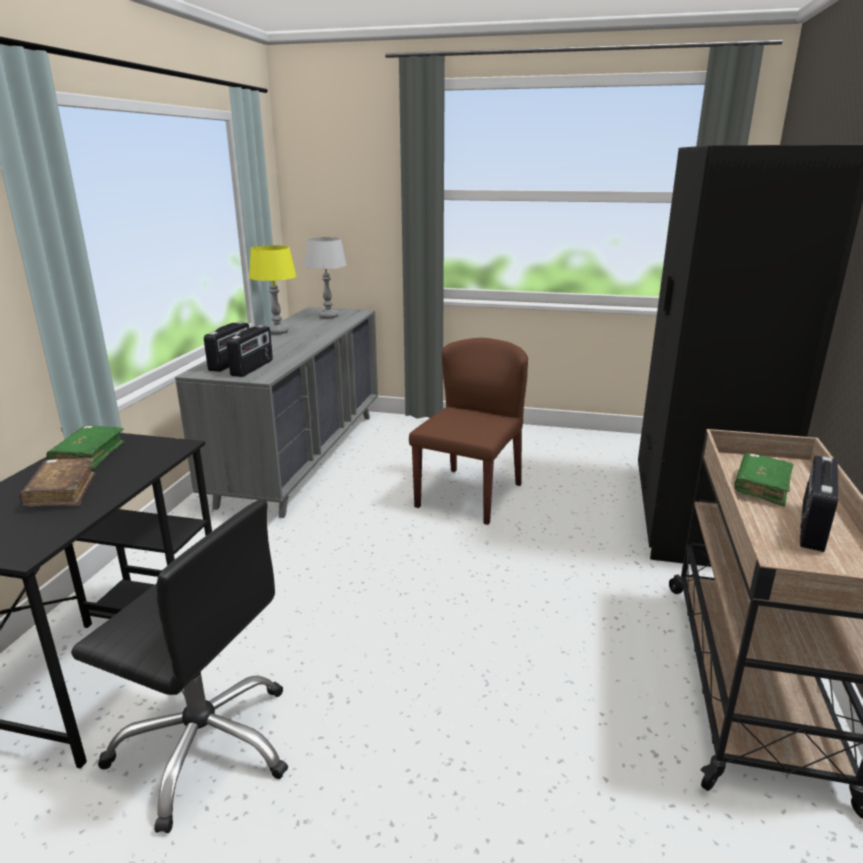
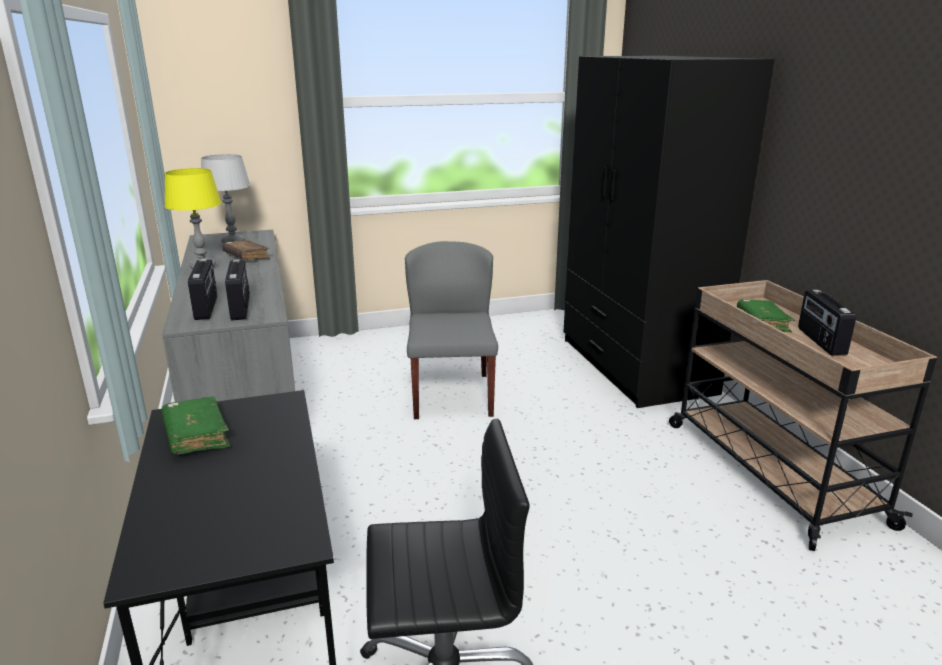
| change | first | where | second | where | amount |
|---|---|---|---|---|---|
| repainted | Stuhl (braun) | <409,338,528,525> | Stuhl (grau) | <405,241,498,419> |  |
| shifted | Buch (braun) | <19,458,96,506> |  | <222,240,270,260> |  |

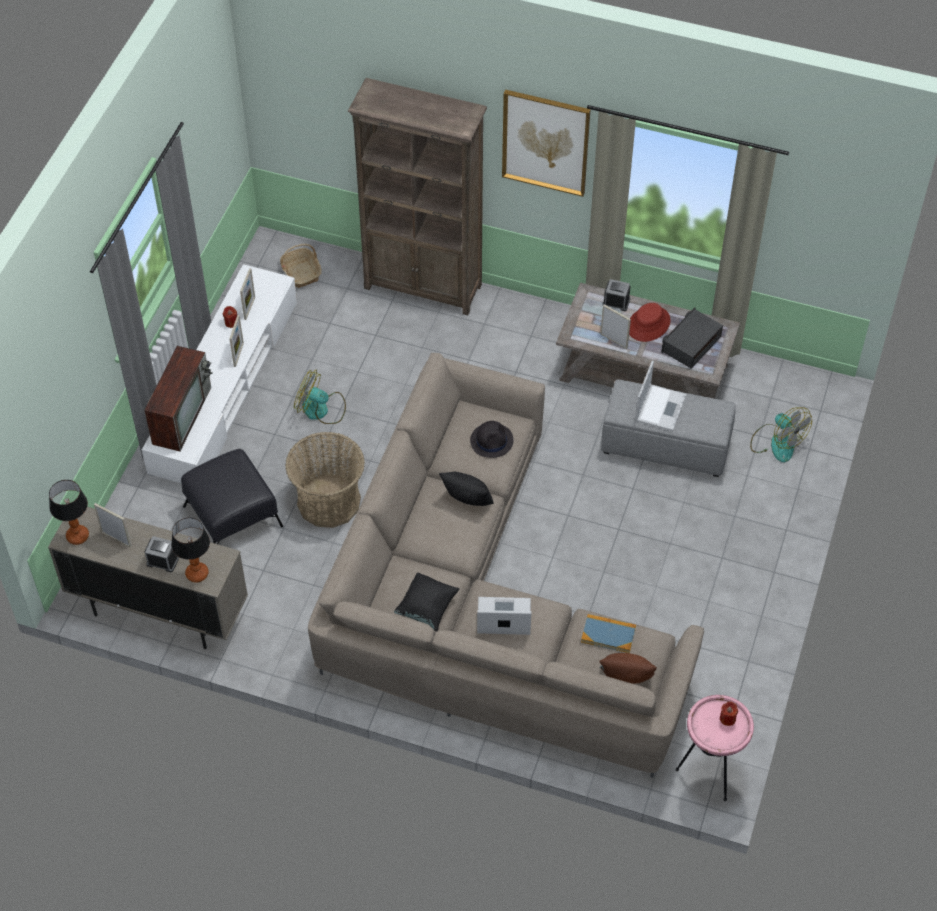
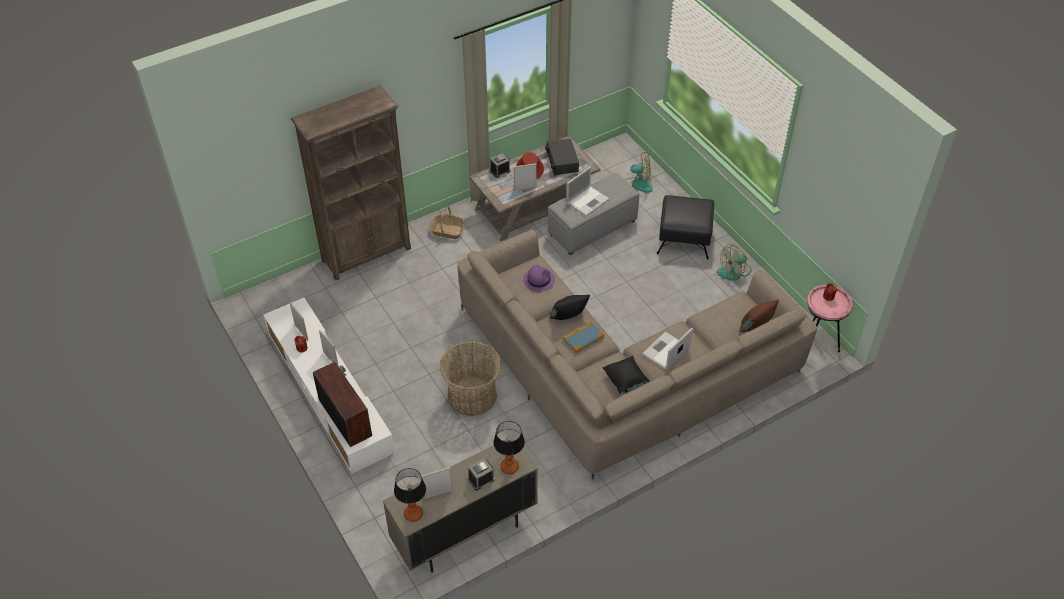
| change | first | where | second | where | amount |
|---|---|---|---|---|---|
| gone | Bild | <502,90,591,197> |  |  |  |
| shifted | Korb | <280,244,321,288> |  | <429,206,465,239> |  |
| rotated | Laptop | <635,361,686,431> |  | <566,167,609,216> | 75 degrees clockwise |
| shifted | Ventilator | <294,370,346,424> |  | <717,244,751,280> |  |
| repainted | Hut (schwarz) | <470,421,514,458> | Hut (lila) | <523,265,555,292> |  |
| shifted | Polsterhocker (schwarz) | <181,449,283,544> |  | <657,195,714,259> |  |
| shifted | Buch | <581,614,636,653> |  | <563,321,605,353> |  |

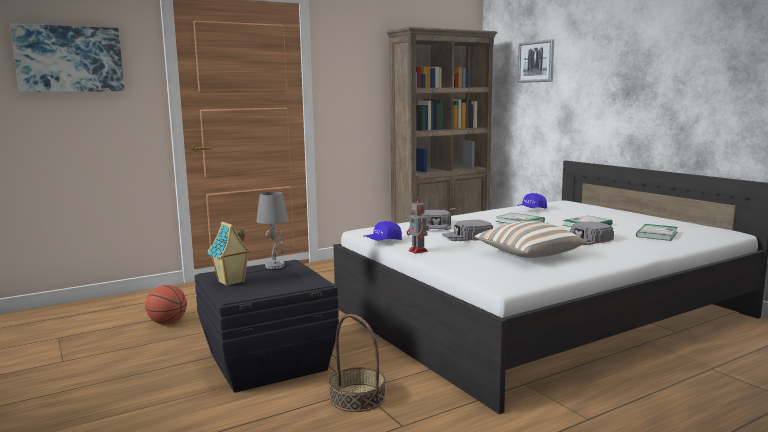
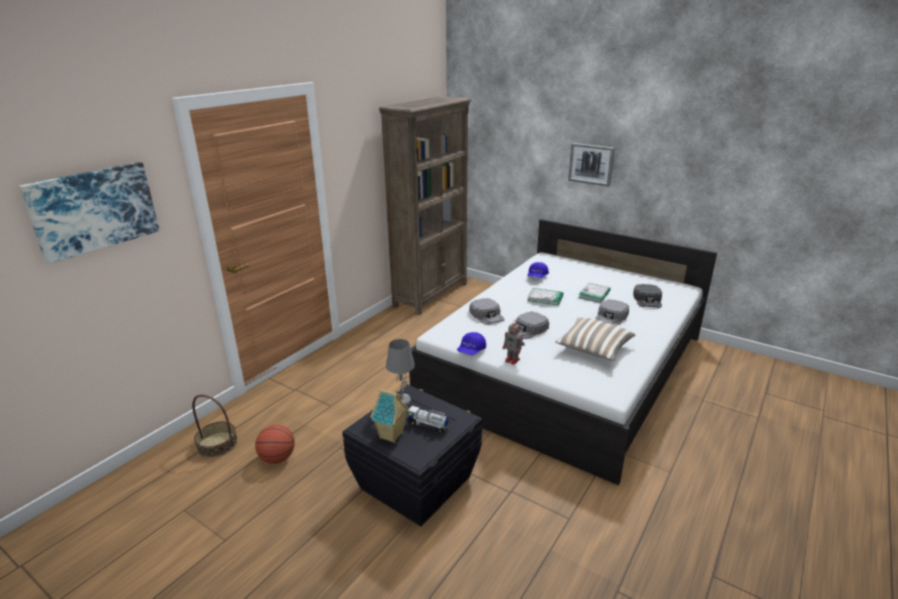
| change | first | where | second | where | amount |
|---|---|---|---|---|---|
| shifted | Bild | <518,39,554,83> |  | <568,143,615,187> |  |
| swapped | Buch | <636,224,678,241> | Kappe (schwarz) | <633,284,662,308> |  |
| shifted | Korb | <329,314,386,412> |  | <192,395,238,457> |  |
| new |  |  | Spielzeuglaster | <407,406,450,434> |  |

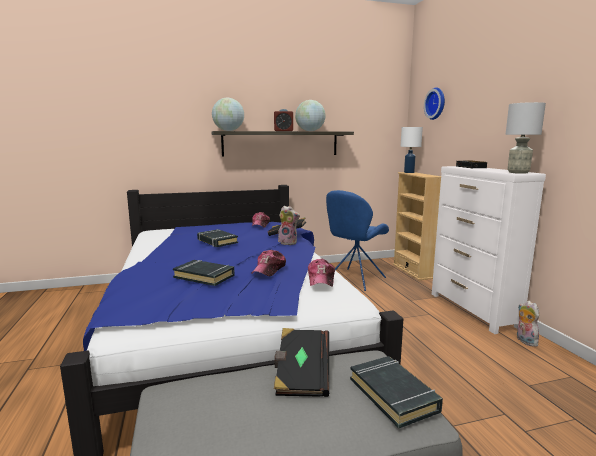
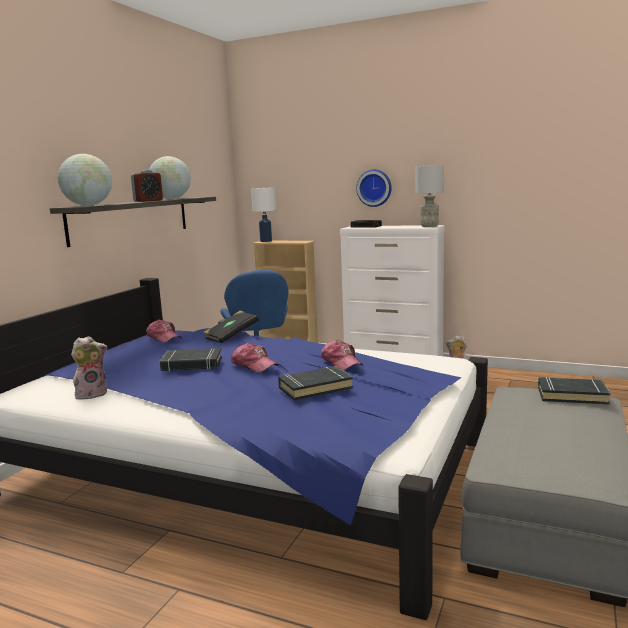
| change | first | where | second | where | amount |
|---|---|---|---|---|---|
| shifted | Wanduhr | <424,87,445,120> |  | <356,169,392,207> |  |
| shifted | Plüschtier | <278,205,300,245> |  | <71,336,108,400> |  |
| shifted | Kappe | <308,258,335,287> |  | <231,343,279,372> |  |
| gone | Buch (schwarz) | <274,328,329,397> |  |  |  |

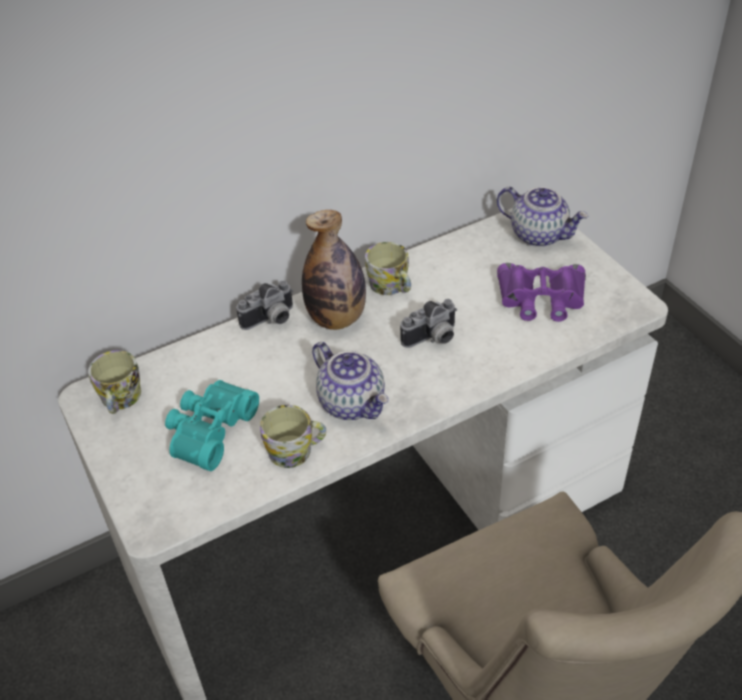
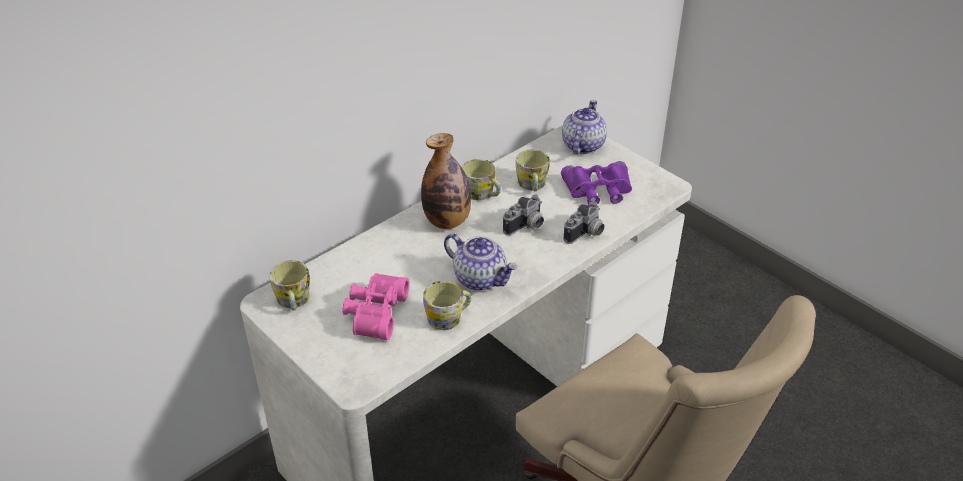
| change | first | where | second | where | amount |
|---|---|---|---|---|---|
| rotated | Teekanne | <497,187,589,247> |  | <562,100,607,154> | 90 degrees counterclockwise |
| shifted | Kamera | <236,281,294,330> |  | <563,201,605,244> |  |
| repainted | Fernglas (türkis) | <165,380,259,471> | Fernglas (rosa) | <342,273,409,340> |  |
| new |  |  | Henkelbecher | <515,150,550,191> |  |

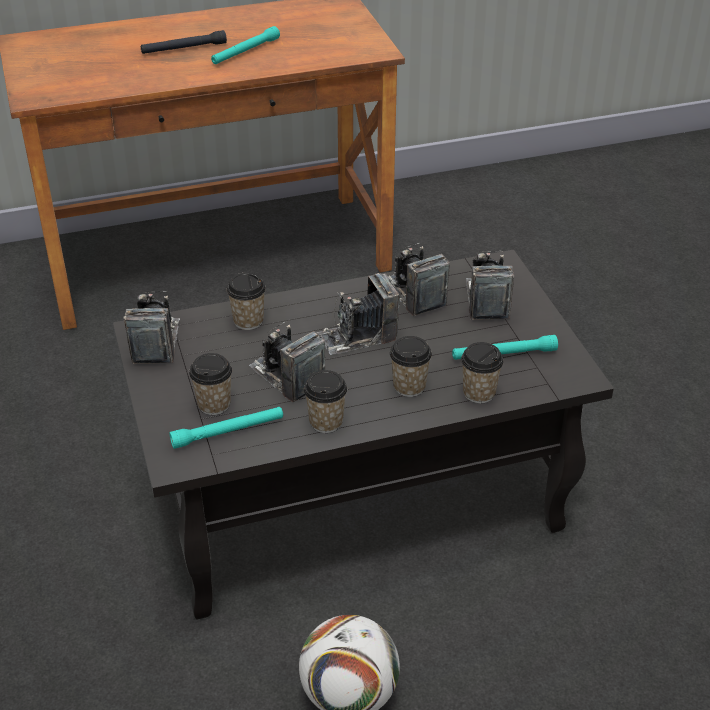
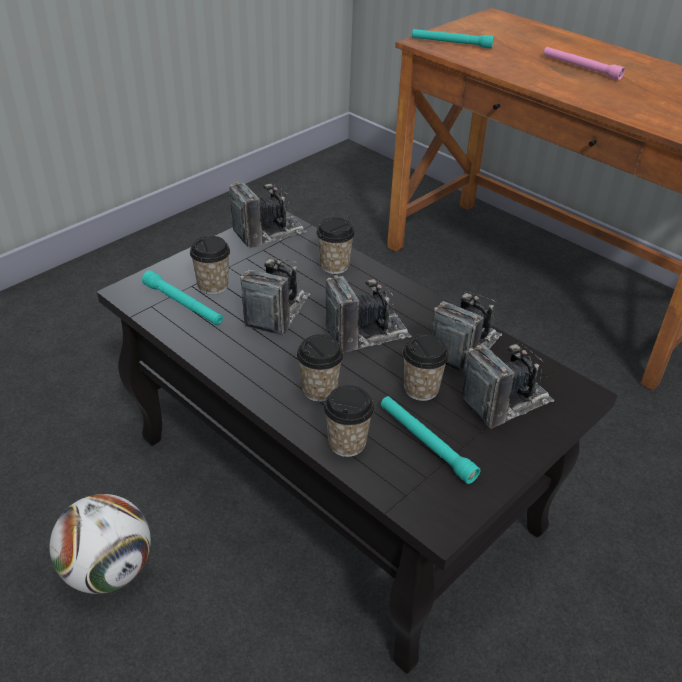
| change | first | where | second | where | amount |
|---|---|---|---|---|---|
| shifted | Taschenlampe (türkis) | <211,26,280,64> |  | <412,29,494,49> |  |
| repainted | Taschenlampe (schwarz) | <141,30,227,54> | Taschenlampe (rosa) | <543,47,625,80> |  |
| rotated | Kamera | <317,273,400,355> |  | <325,275,412,353> | 120 degrees clockwise |
| shifted | Tasse | <304,370,347,433> |  | <403,334,449,401> |  |

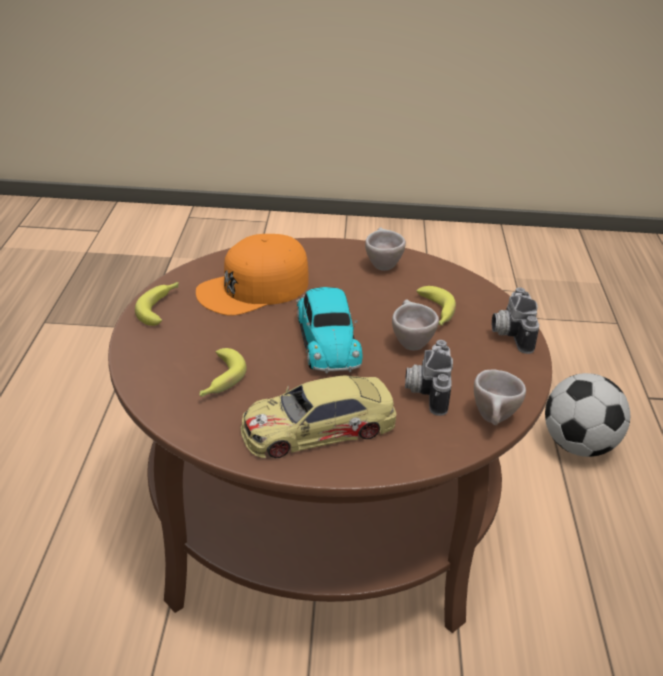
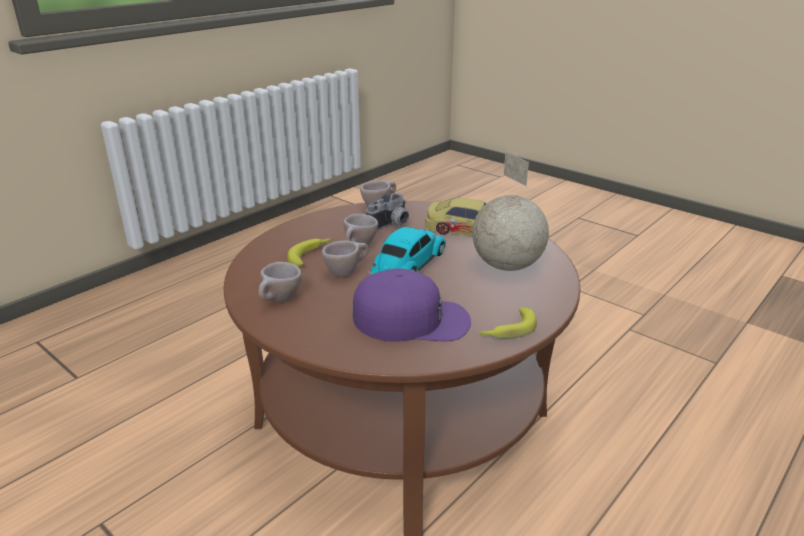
| change | first | where | second | where | amount |
|---|---|---|---|---|---|
| repainted | Kappe (orange) | <196,234,309,316> | Kappe (lila) | <352,268,471,342> |  |
| gone | Kamera | <492,287,539,354> |  |  |  |
| swapped | Banane | <199,348,247,397> | Globus | <472,152,549,271> |  |
| gone | Fußball | <545,373,630,457> |  |  |  |
| new |  |  | Tasse (beige) | <322,240,369,277> |  |

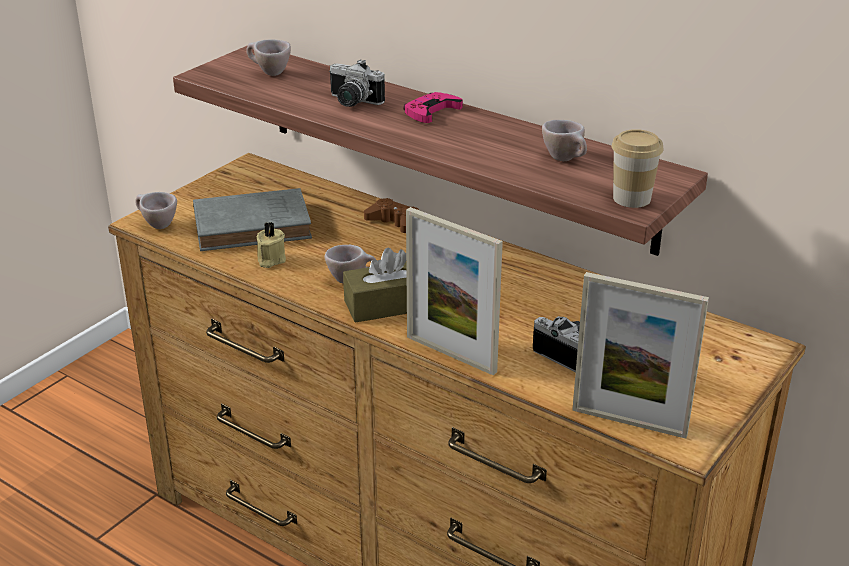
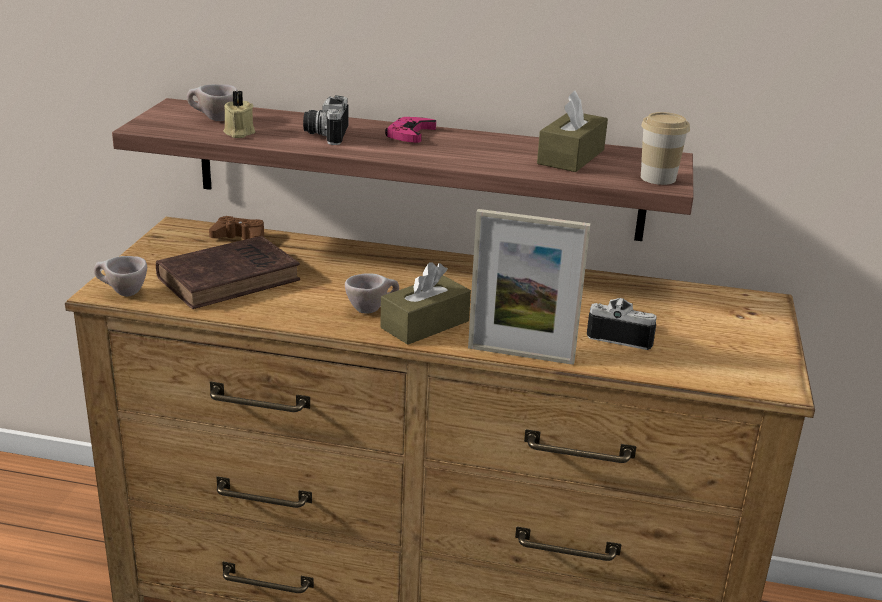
| change | first | where | second | where | amount |
|---|---|---|---|---|---|
| rotated | Kamera | <329,59,385,107> |  | <303,95,349,145> | 90 degrees clockwise |
| swapped | Tasse (beige) | <542,120,587,161> | Taschentuchbox (braun) | <537,90,608,172> |  |
| repainted | Buch (grau) | <193,188,312,251> | Buch (braun) | <156,236,300,309> |  |
| shifted | Gamepad (braun) | <364,198,419,233> |  | <209,216,264,240> |  |
| shifted | Kerze (beige) | <257,222,286,268> |  | <223,91,255,138> |  |
| gone | Bilderrahmen | <572,272,709,438> |  |  |  |

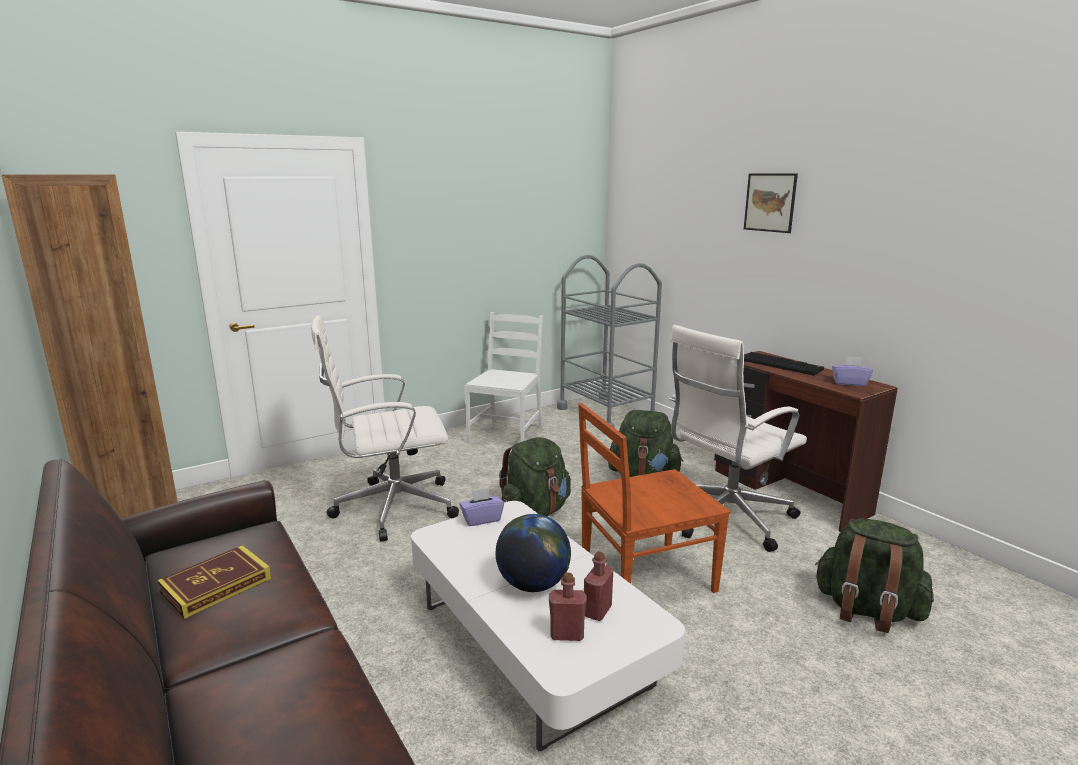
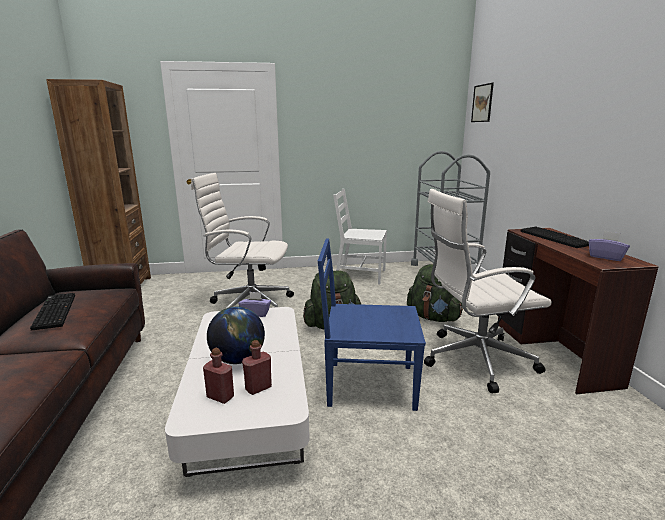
| change | first | where | second | where | amount |
|---|---|---|---|---|---|
| shifted | Bild | <744,173,798,233> |  | <471,83,494,122> |  |
| rotated | Stuhl (weiß) | <464,312,543,444> |  | <333,189,387,285> | 120 degrees counterclockwise |
| repainted | Stuhl (braun) | <578,403,731,593> | Stuhl (blau) | <318,238,426,411> |  |
| gone | Rucksack (grün) | <815,518,934,633> |  |  |  |
| swapped | Buch | <157,545,271,619> | Tastatur | <30,293,75,331> |  |

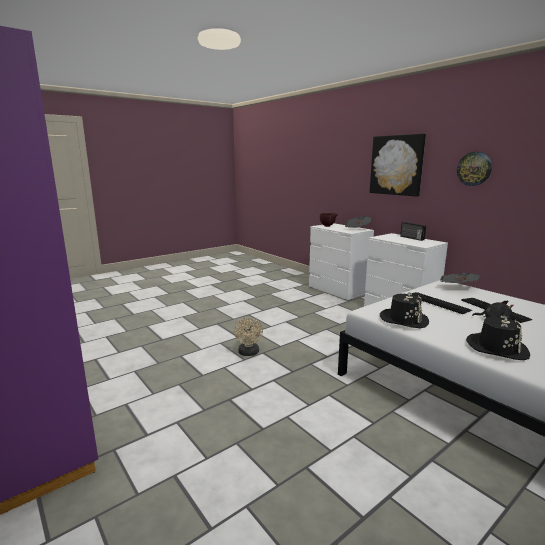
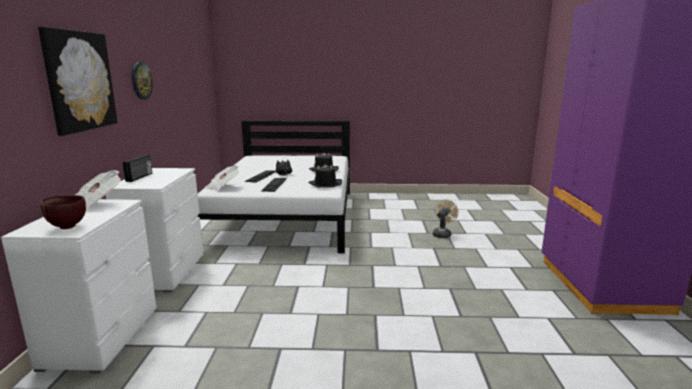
| change | first | where | second | where | amount |
|---|---|---|---|---|---|
| shifted | Ventilator (beige) | <234,318,263,356> |  | <433,200,458,238> |  |

